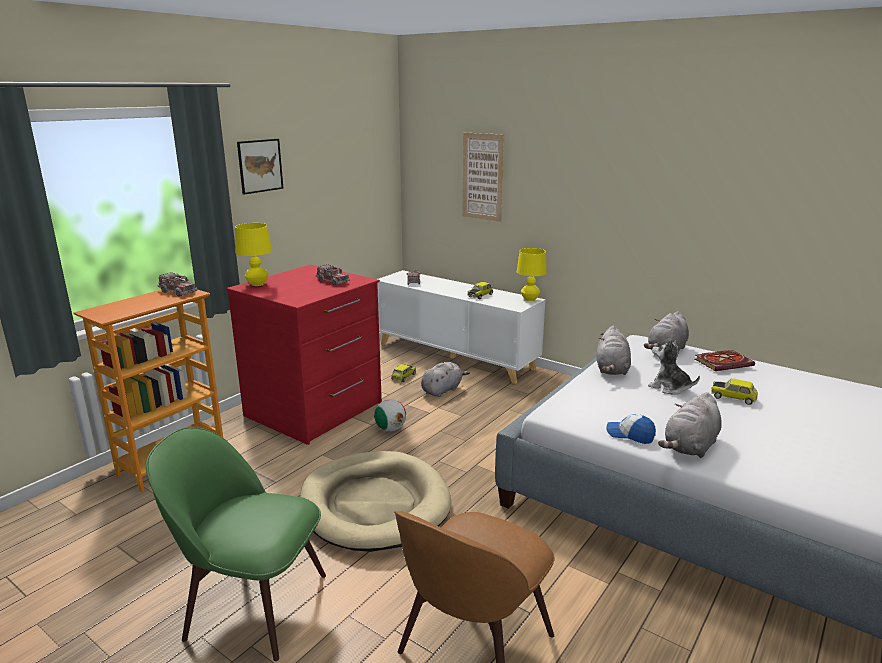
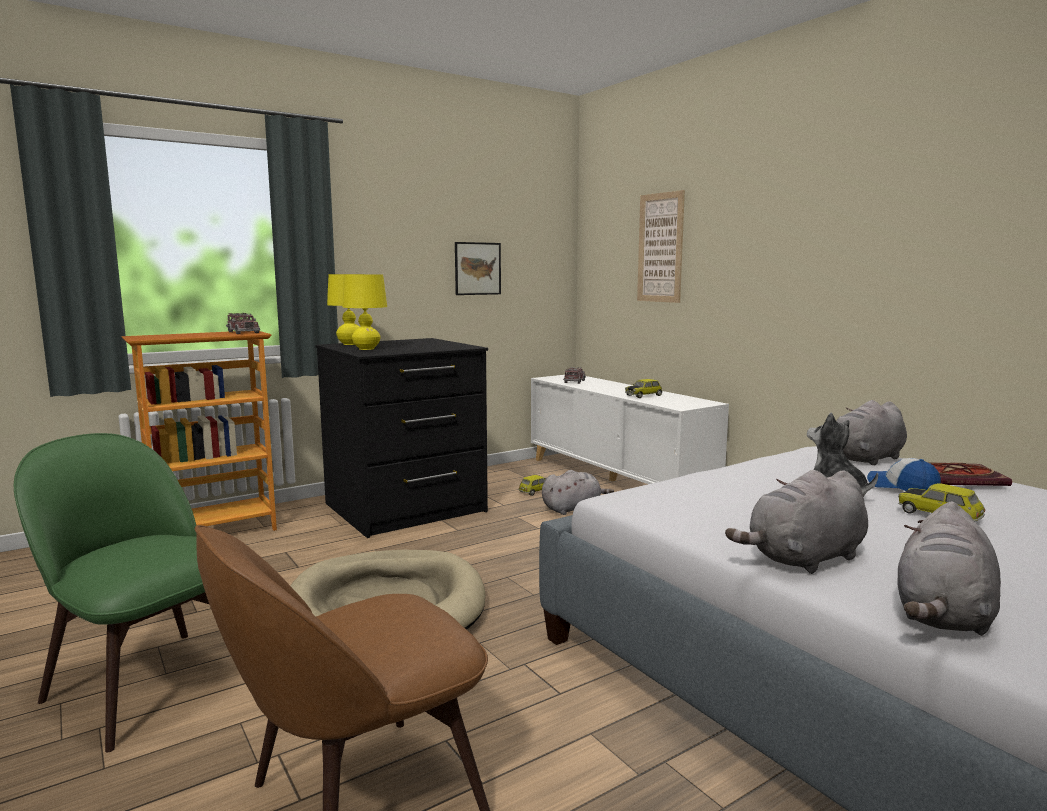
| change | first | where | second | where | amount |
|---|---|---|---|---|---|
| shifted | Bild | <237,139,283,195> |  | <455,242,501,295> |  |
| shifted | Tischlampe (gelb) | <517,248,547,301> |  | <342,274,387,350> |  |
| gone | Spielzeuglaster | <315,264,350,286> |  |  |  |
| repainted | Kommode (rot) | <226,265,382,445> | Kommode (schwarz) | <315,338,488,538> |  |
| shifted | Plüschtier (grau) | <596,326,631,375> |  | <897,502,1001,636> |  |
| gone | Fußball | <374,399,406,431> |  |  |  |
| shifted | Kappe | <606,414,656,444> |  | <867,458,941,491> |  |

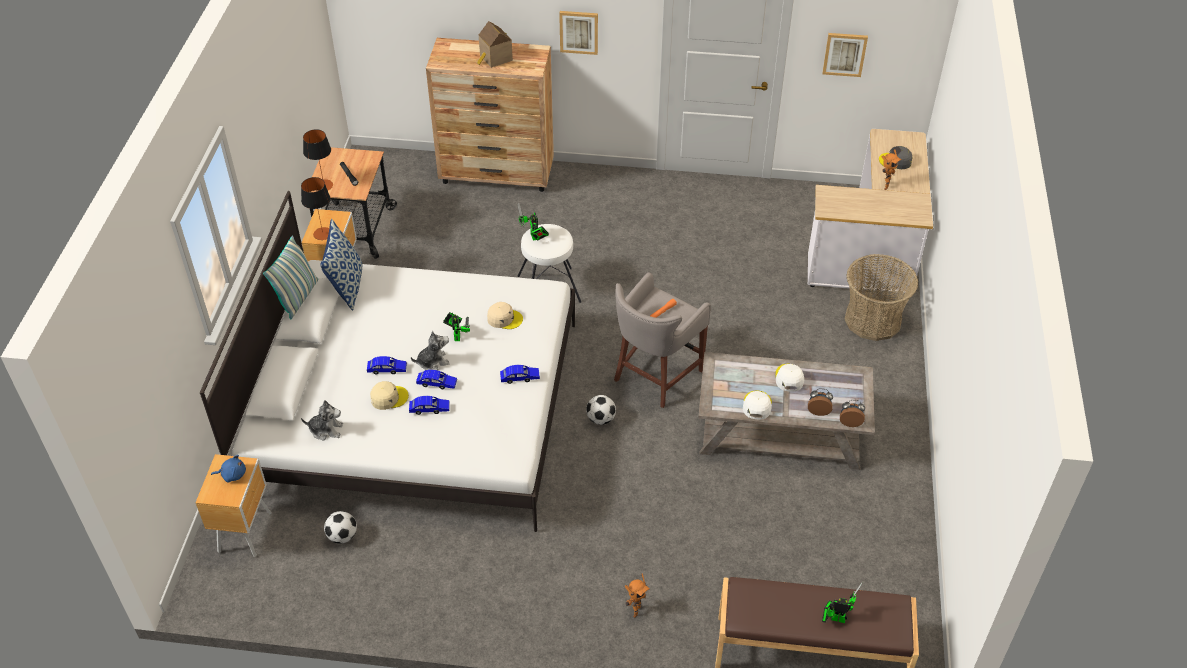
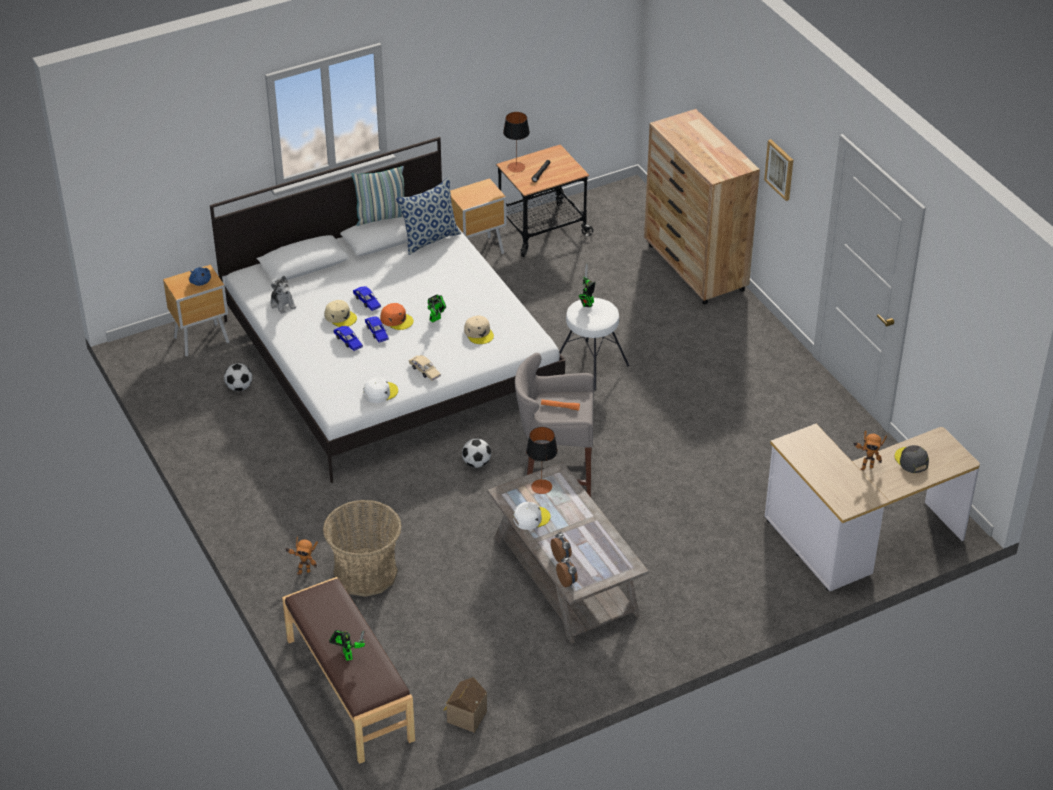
| change | first | where | second | where | amount |
|---|---|---|---|---|---|
| shifted | Spielzeughaus | <477,21,513,68> |  | <443,677,487,732> |  |
| gone | Bild | <822,33,868,77> |  |  |  |
| shifted | Tischlampe | <301,177,330,240> |  | <526,427,558,494> |  |
| shifted | Korb | <844,254,918,341> |  | <323,500,402,597> |  |
| swapped | Plüschtier | <411,331,450,370> | Kappe (orange) | <380,303,414,330> |  |
| shifted | Kappe (weiß) | <775,364,804,392> |  | <363,377,398,403> |  |
| repainted | Spielzeugauto (blau) | <500,365,540,384> | Spielzeugauto (beige) | <409,355,441,381> |  |

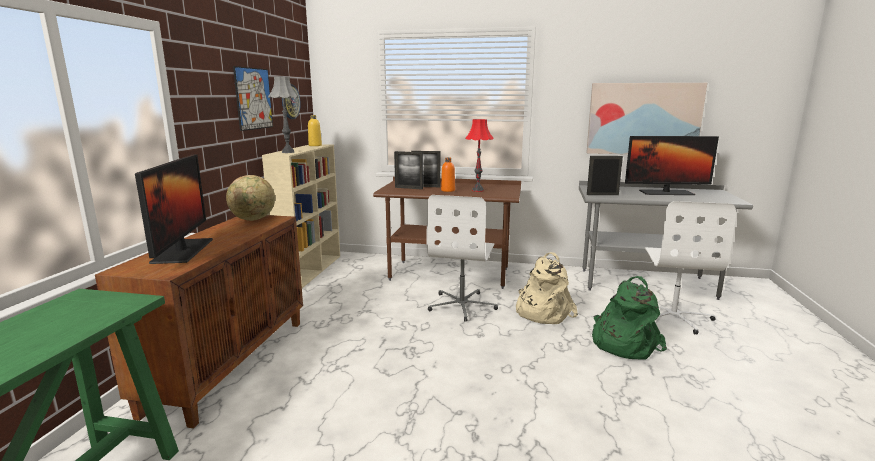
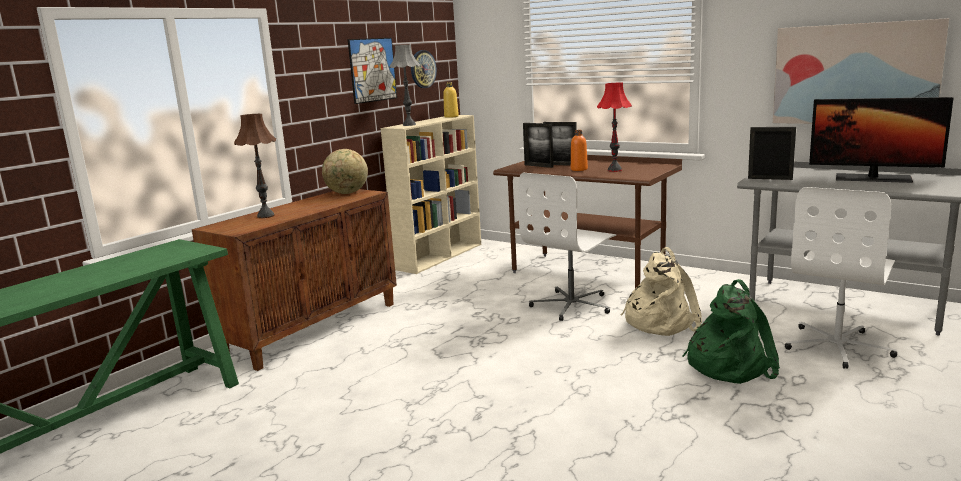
| change | first | where | second | where | amount |
|---|---|---|---|---|---|
| swapped | Monitor | <135,154,213,264> | Tischlampe (braun) | <234,114,276,218> |  |

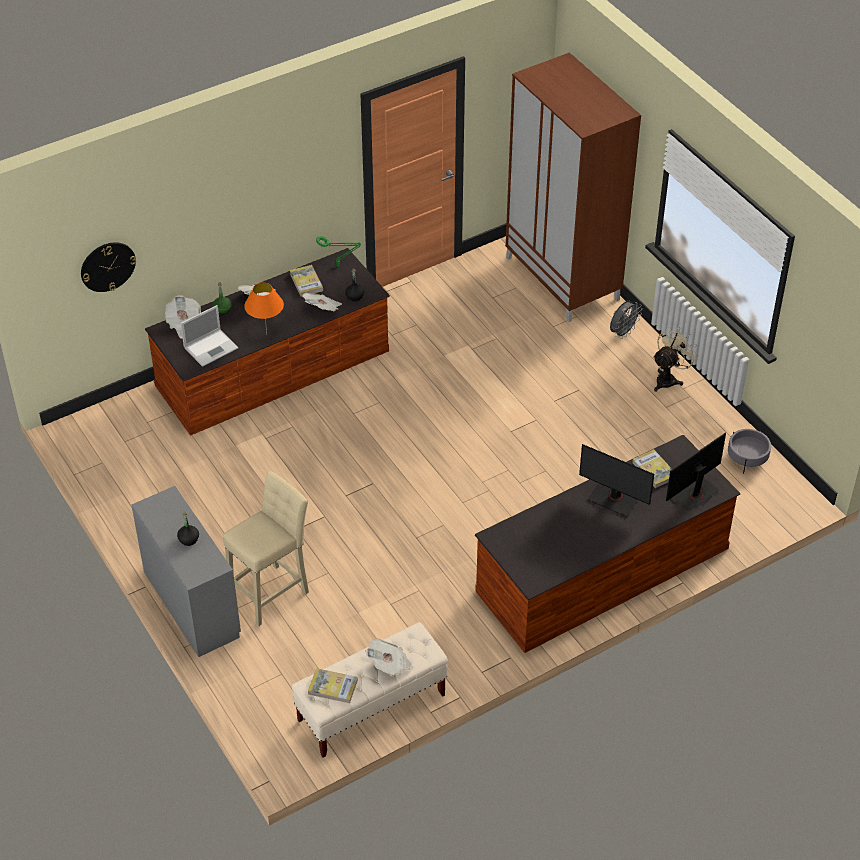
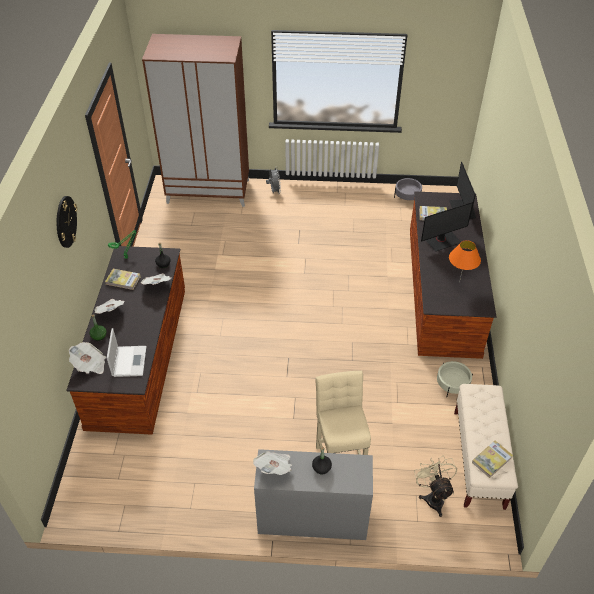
| change | first | where | second | where | amount |
|---|---|---|---|---|---|
| shifted | Wanduhr | <81,242,136,292> |  | <57,196,77,248> |  |
| shifted | Tischlampe (orange) | <244,283,284,334> |  | <449,240,481,282> |  |
| shifted | Ventilator (beige) | <653,327,699,392> |  | <414,456,457,517> |  |
| shifted | Zeitung | <365,638,413,676> |  | <253,451,292,475> |  |
| new |  |  | Pflanzkübel (beige) | <437,361,473,396> |  |

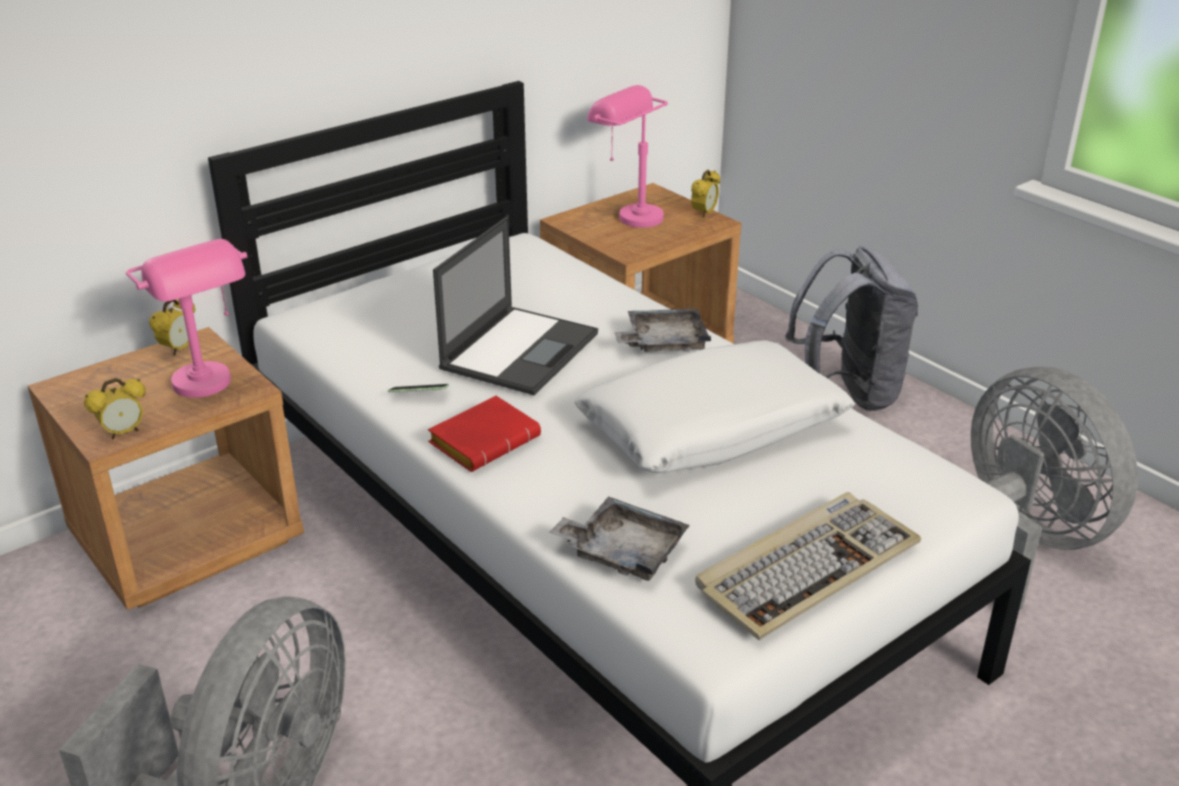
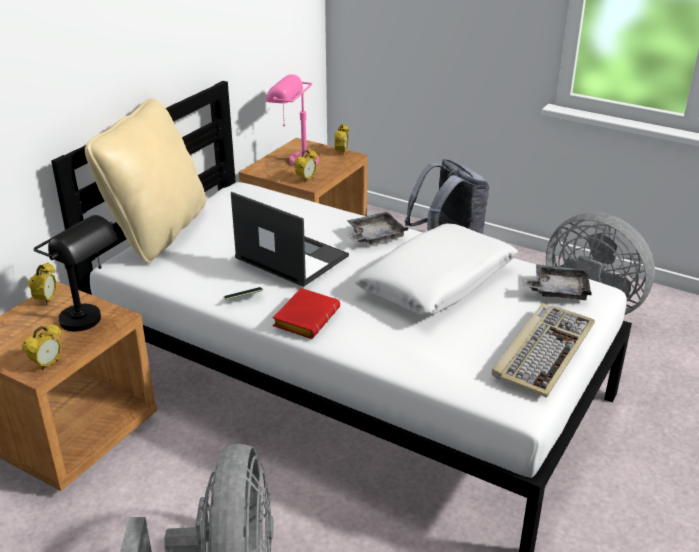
| change | first | where | second | where | amount |
|---|---|---|---|---|---|
| rotated | Laptop | <433,216,598,395> |  | <231,192,349,287> | 60 degrees counterclockwise |
| repainted | Tischlampe (rosa) | <126,239,247,398> | Tischlampe (schwarz) | <34,215,117,331> |  |
| shifted | Tablett (grau) | <549,496,690,581> |  | <523,264,591,300> |  |
| new |  |  | Kissen (beige) | <85,98,206,263> |  |
| new |  |  | Wecker | <294,150,317,183> |  |

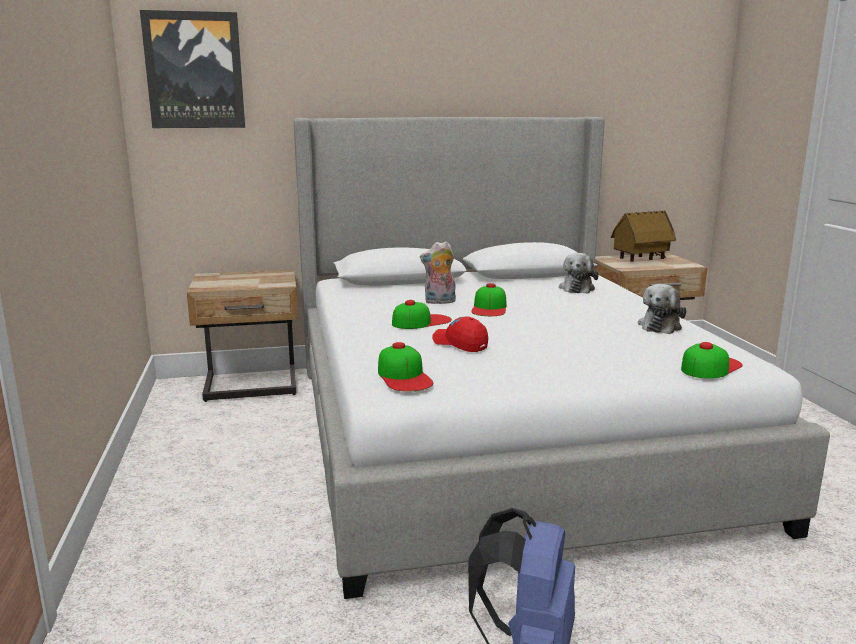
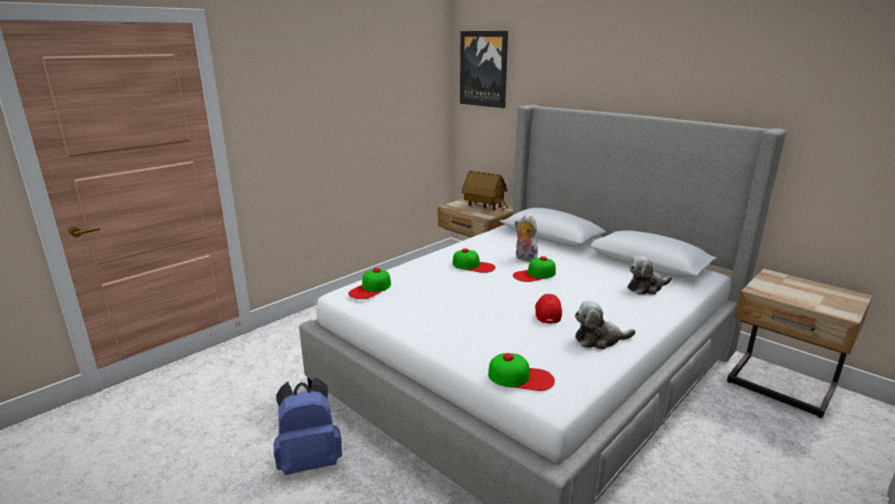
| change | first | where | second | where | amount |
|---|---|---|---|---|---|
| shifted | Spielzeughaus | <611,210,676,262> |  | <462,170,508,211> |  |
| shifted | Kappe (rot) | <432,317,488,352> |  | <535,294,562,323> |  |

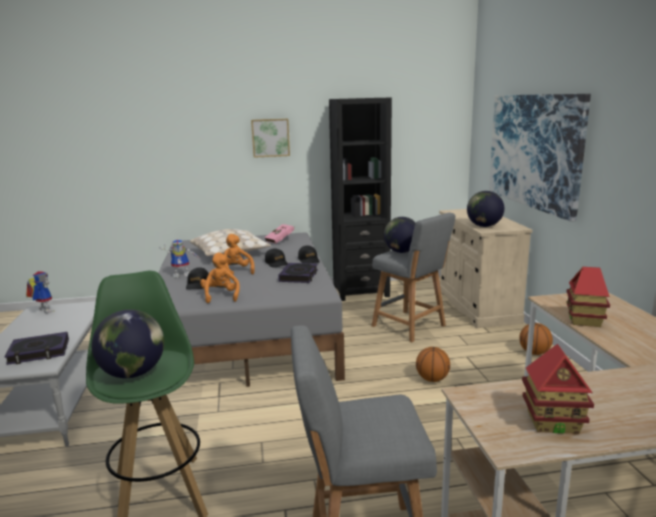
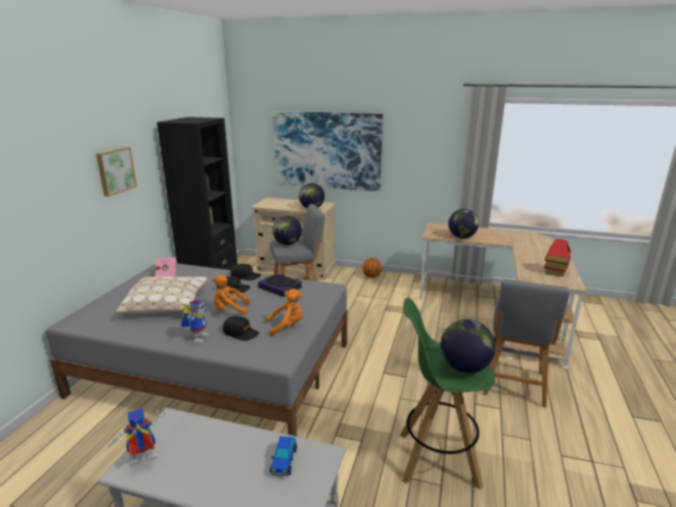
| change | first | where | second | where | amount |
|---|---|---|---|---|---|
| rotated | Plüschtier (orange) | <200,253,240,303> |  | <266,289,303,336> | 150 degrees clockwise |
| swapped | Spielzeughaus | <567,267,610,327> | Globus | <448,209,479,238> |  |
| swapped | Buch | <5,332,69,365> | Spielzeugauto | <270,436,297,476> |  |
| gone | Basketball | <416,347,450,382> |  |  |  |

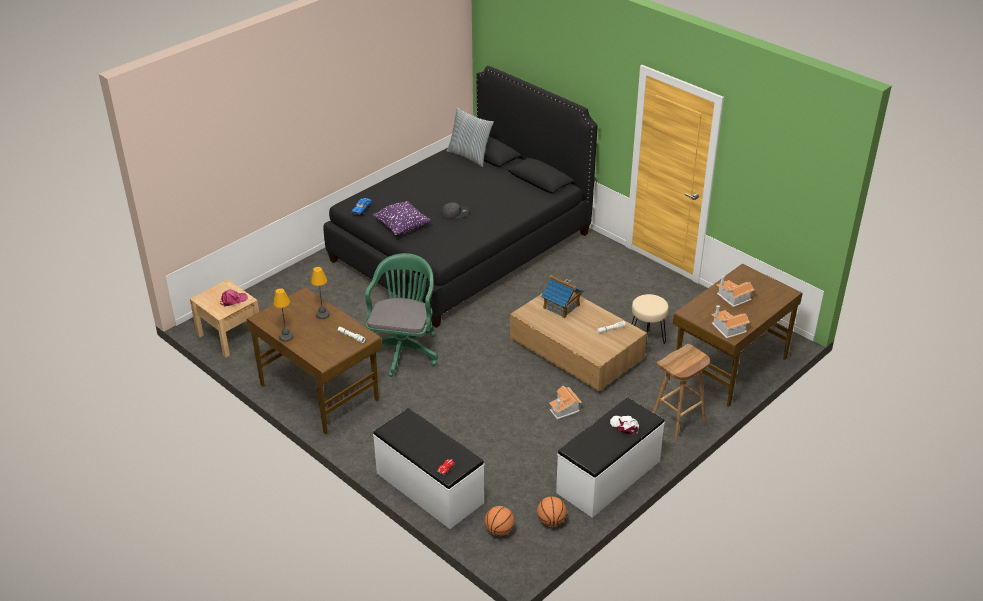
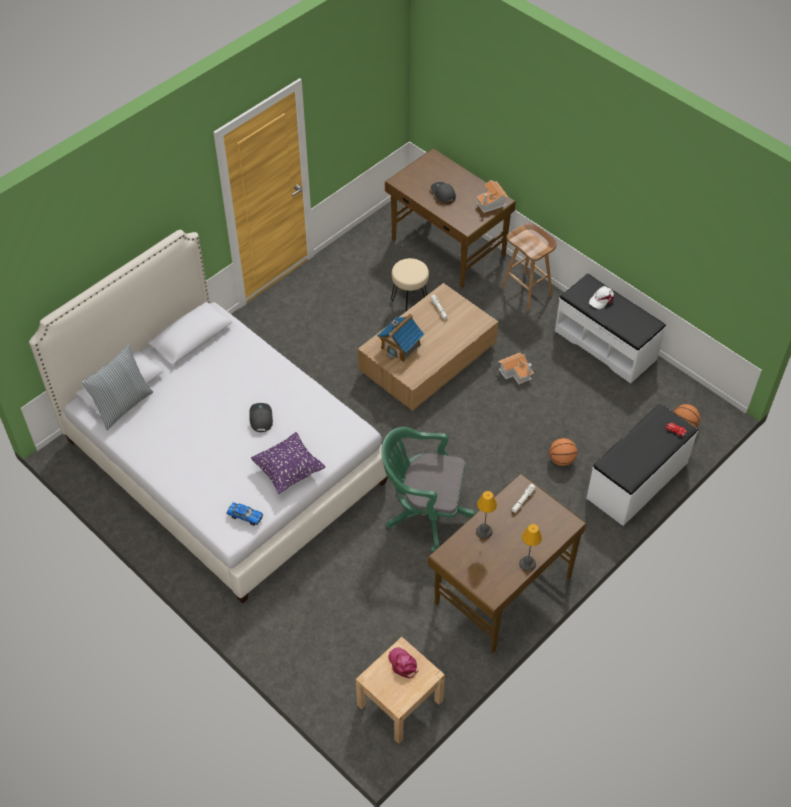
| change | first | where | second | where | amount |
|---|---|---|---|---|---|
| repainted | Bett (schwarz) | <323,66,598,328> | Bett (weiß) | <29,230,390,604> |  |
| swapped | Spielzeughaus | <717,275,754,307> | Kappe (grau) | <431,182,456,204> |  |
| shifted | Basketball | <537,496,567,527> |  | <549,438,577,466> |  |

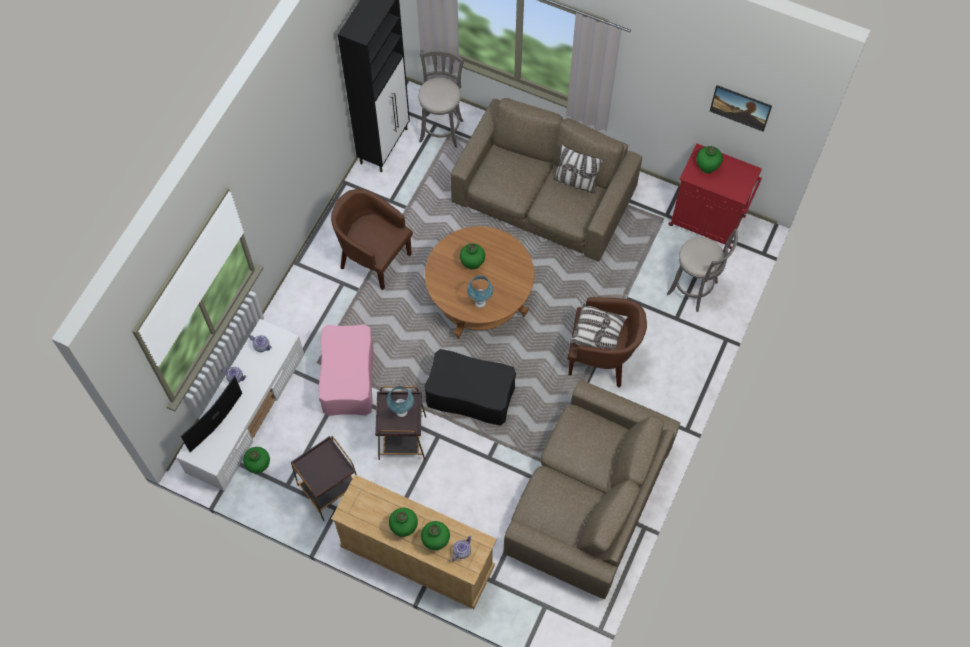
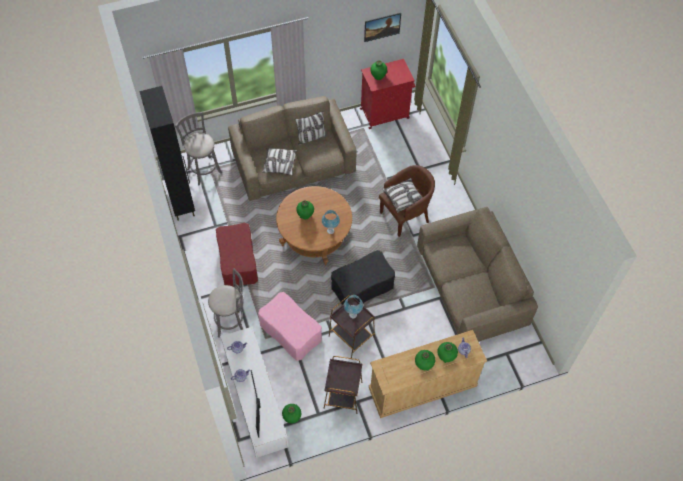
| change | first | where | second | where | amount |
|---|---|---|---|---|---|
| swapped | Sessel (braun) | <331,189,413,290> | Polsterhocker (rot) | <216,223,258,287> |  |
| shifted | Hocker (grau) | <667,229,738,312> |  | <208,269,243,337> |  |
| new |  |  | Kissen | <262,148,297,176> |  |

